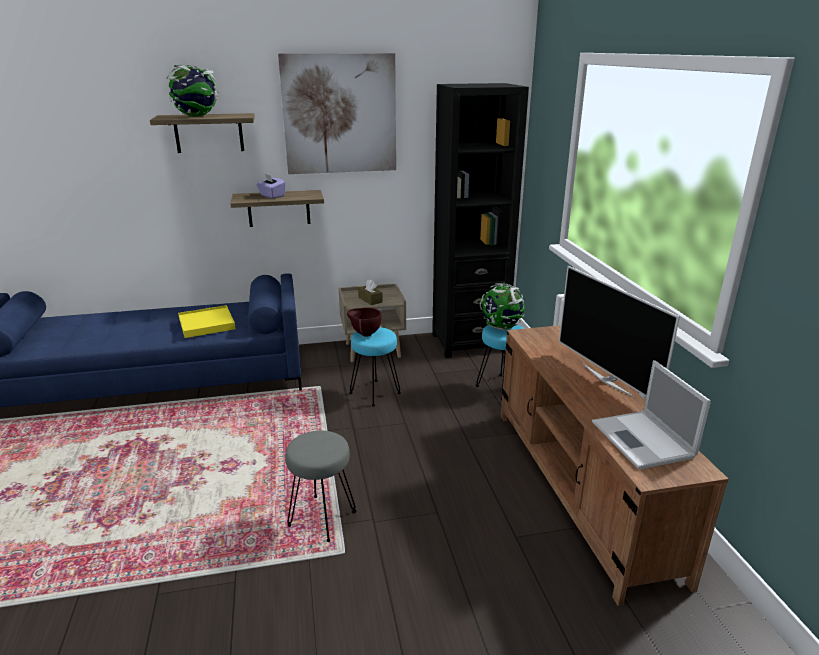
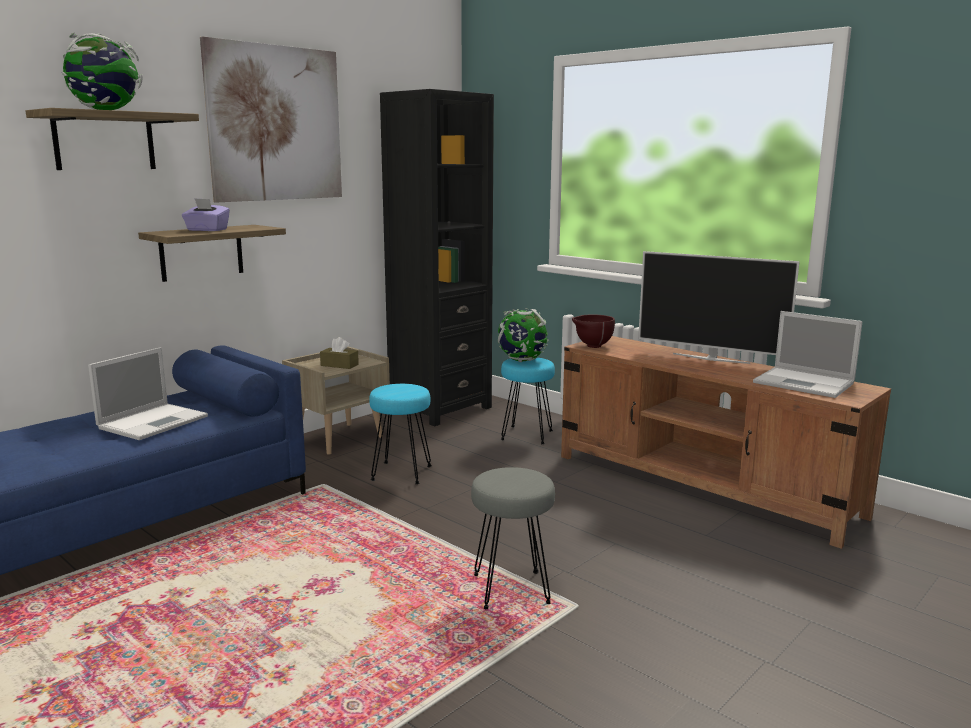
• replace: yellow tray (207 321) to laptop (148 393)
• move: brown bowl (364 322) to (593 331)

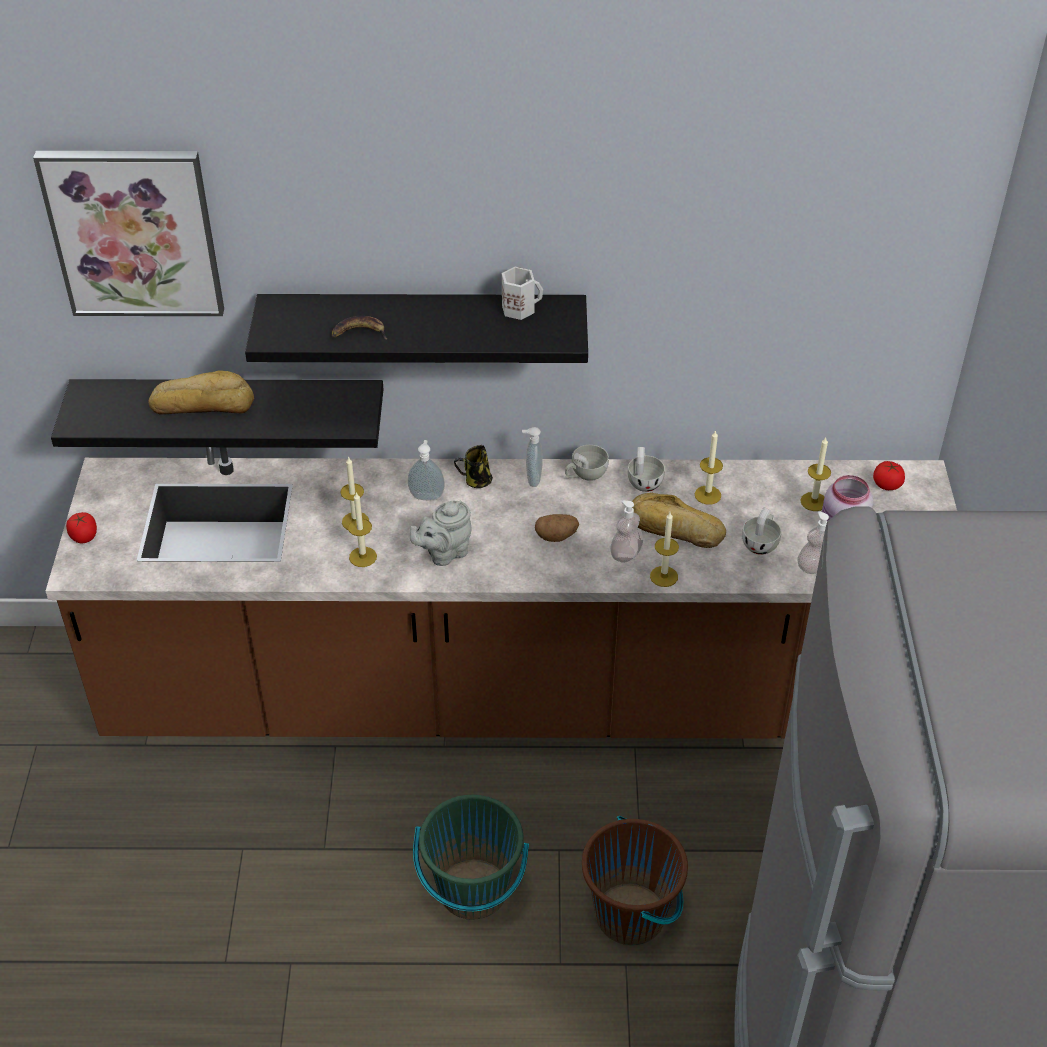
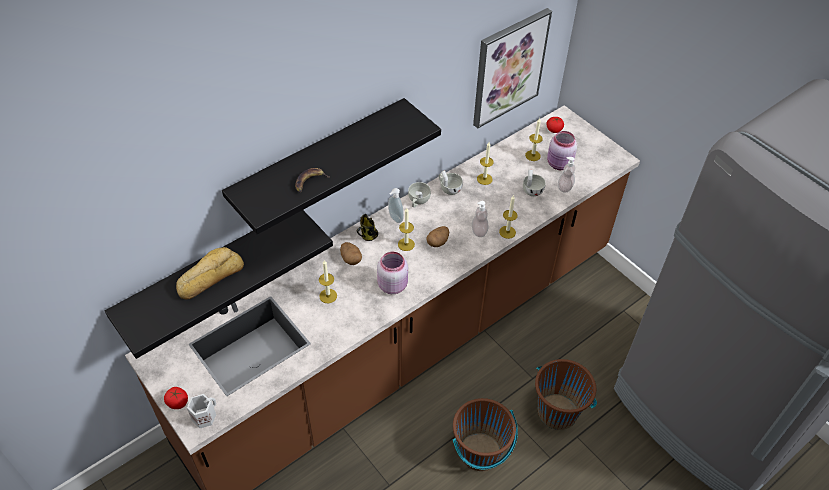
• move: picture (128 233) to (512 68)
• move: white mug (522 293) to (201 411)
• replace: soap dispenser (426 470) to potato (351 253)
• move: candle (362 529) to (406 229)
• delete: bread (679 520)
• replace: grey teapot (440 533) to pink jar (392 273)
• recolor: green bucket (471 857) to brown bucket (485 434)

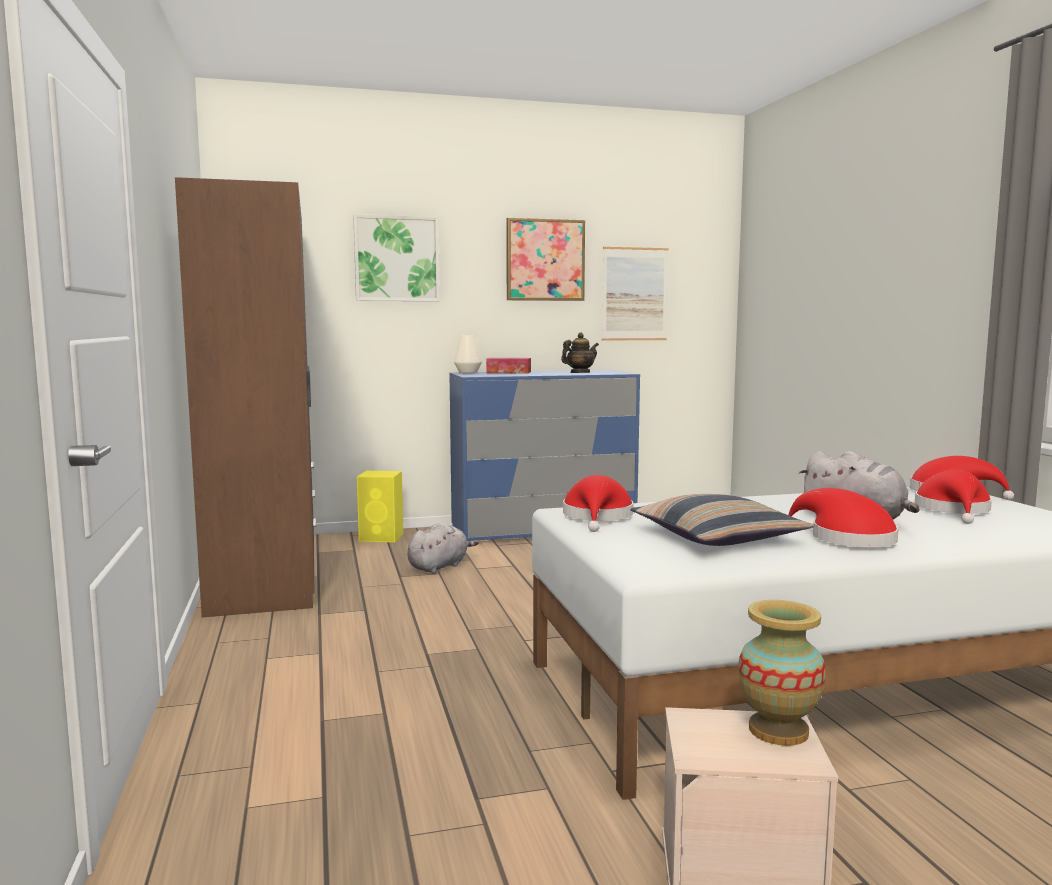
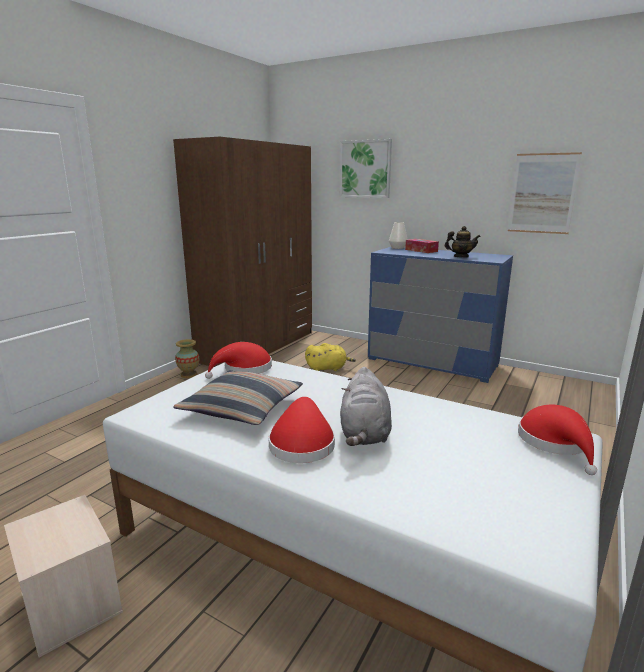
• delete: picture (545 259)
• delete: red hat (953 497)
• delete: yellow speaker (380 506)
• recolor: grey plush toy (443 549) to yellow plush toy (330 357)
• move: vase (782 673) to (187 358)

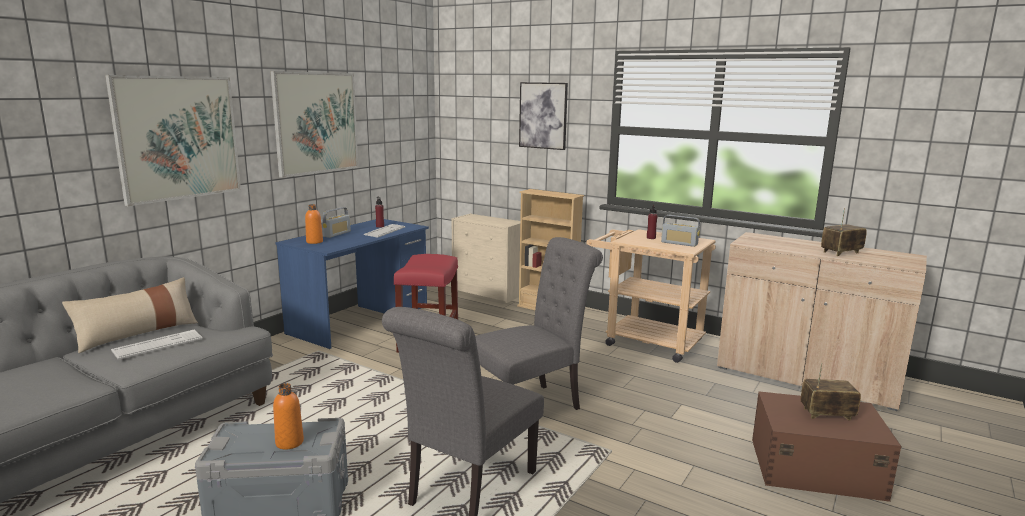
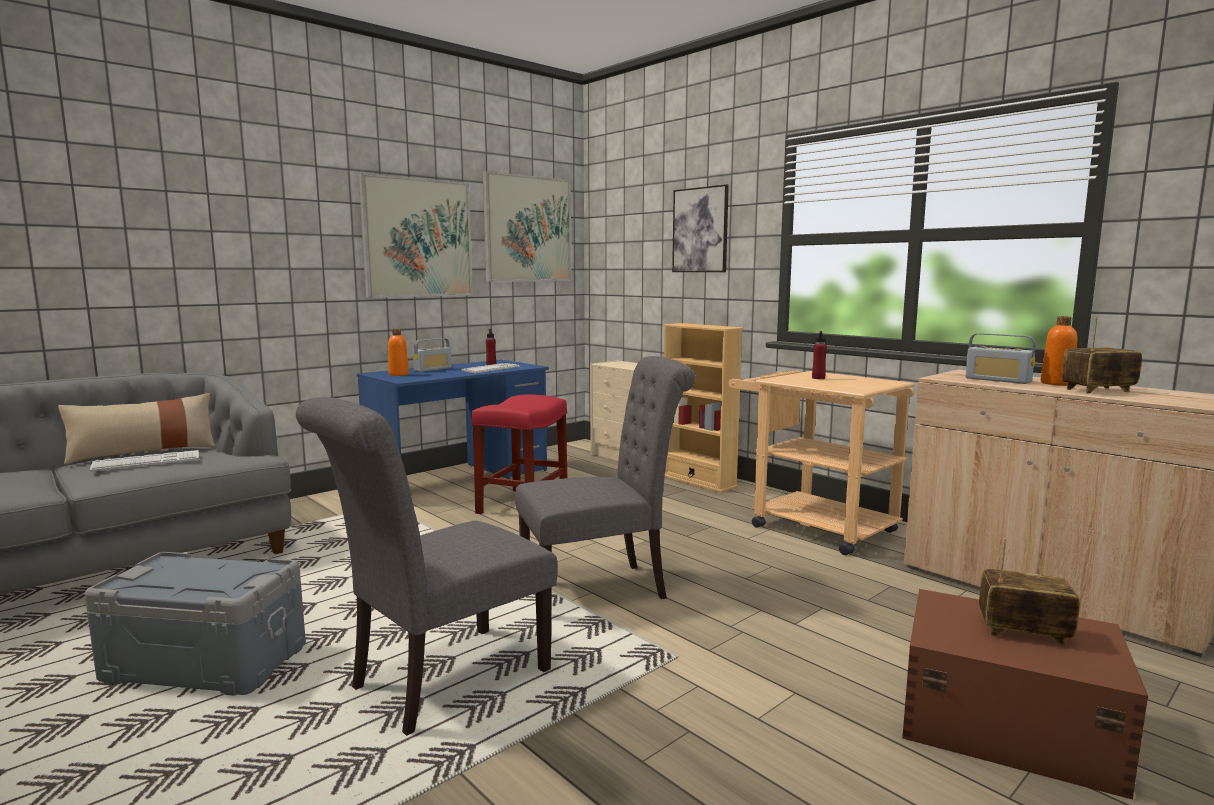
• move: picture (173 140) to (527 226)
• move: radio (680 231) to (1001 358)
• move: orange bottle (288 416) to (1059 351)

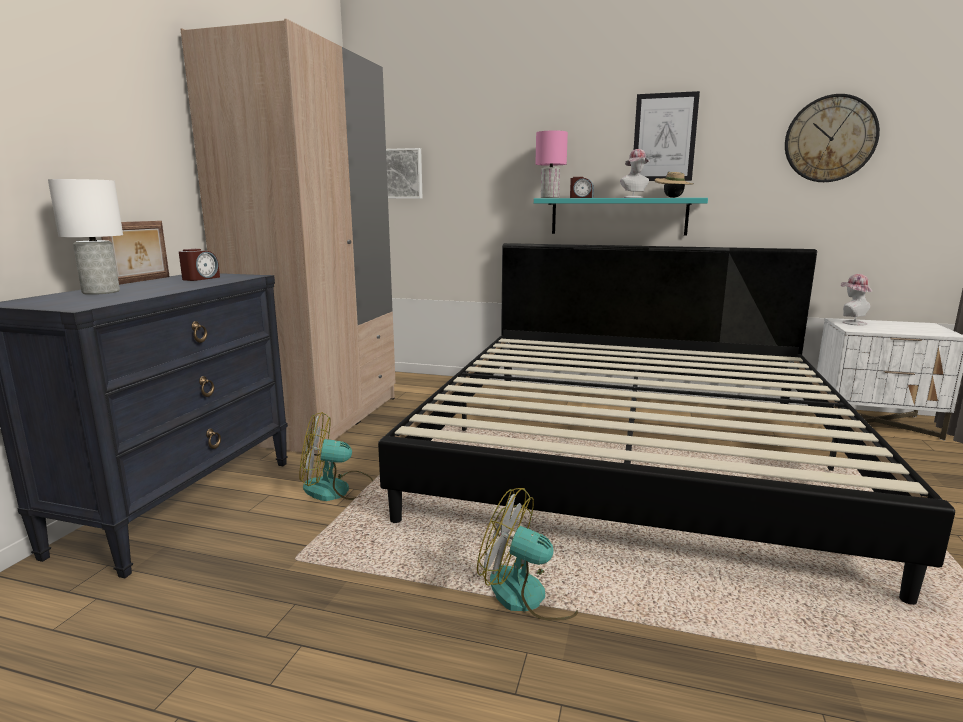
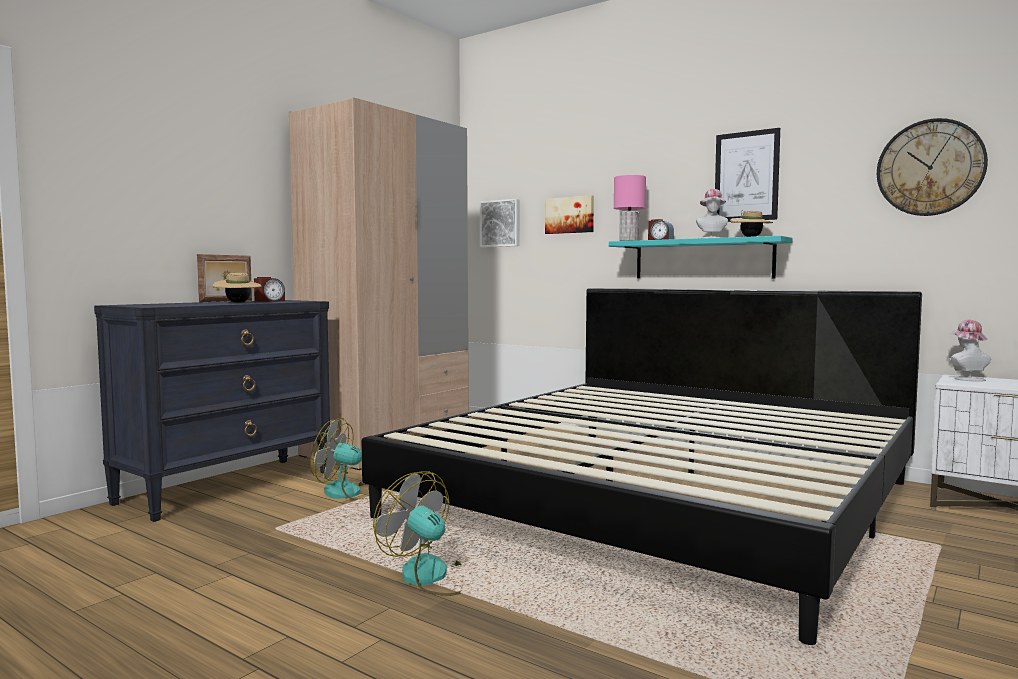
• delete: white table lamp (85 237)
• insert: picture (569 214)
• insert: beige hat (237 287)

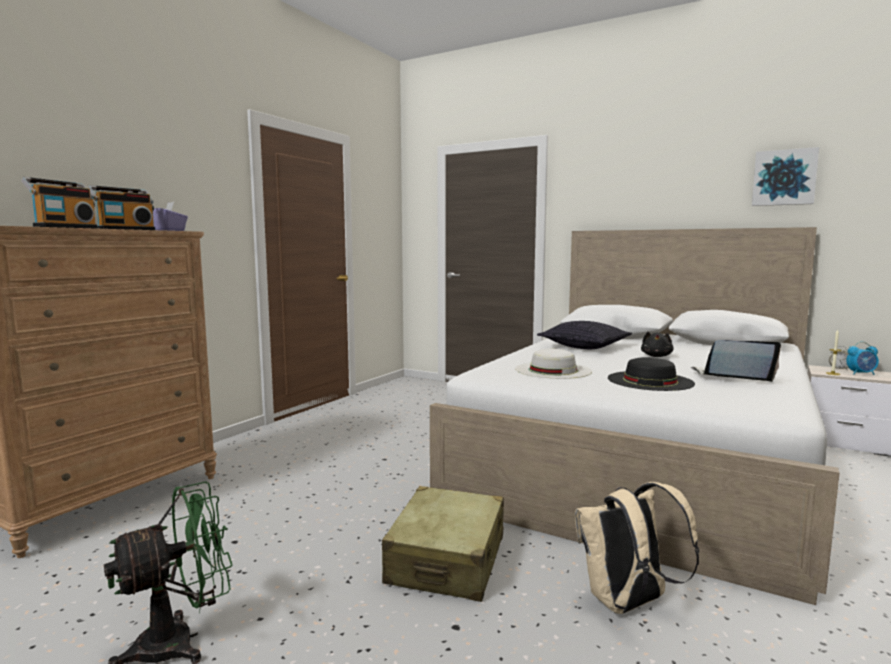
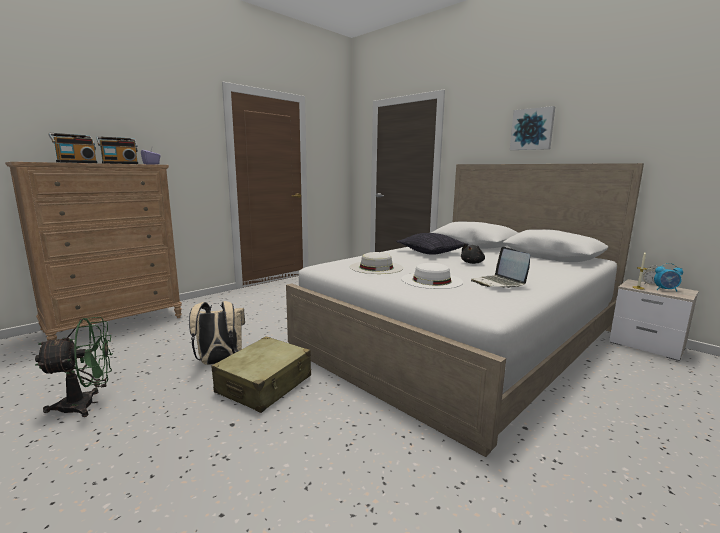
• move: picture (785 176) to (532 128)
• rotate: laptop (736 361) = (500 267) 135 degrees counterclockwise
• recolor: black hat (651 374) to white hat (432 276)
• move: beige backpack (637 548) to (217 333)

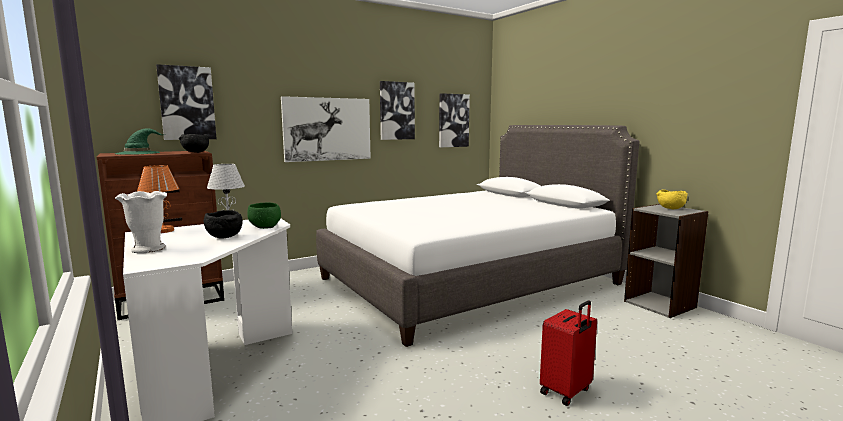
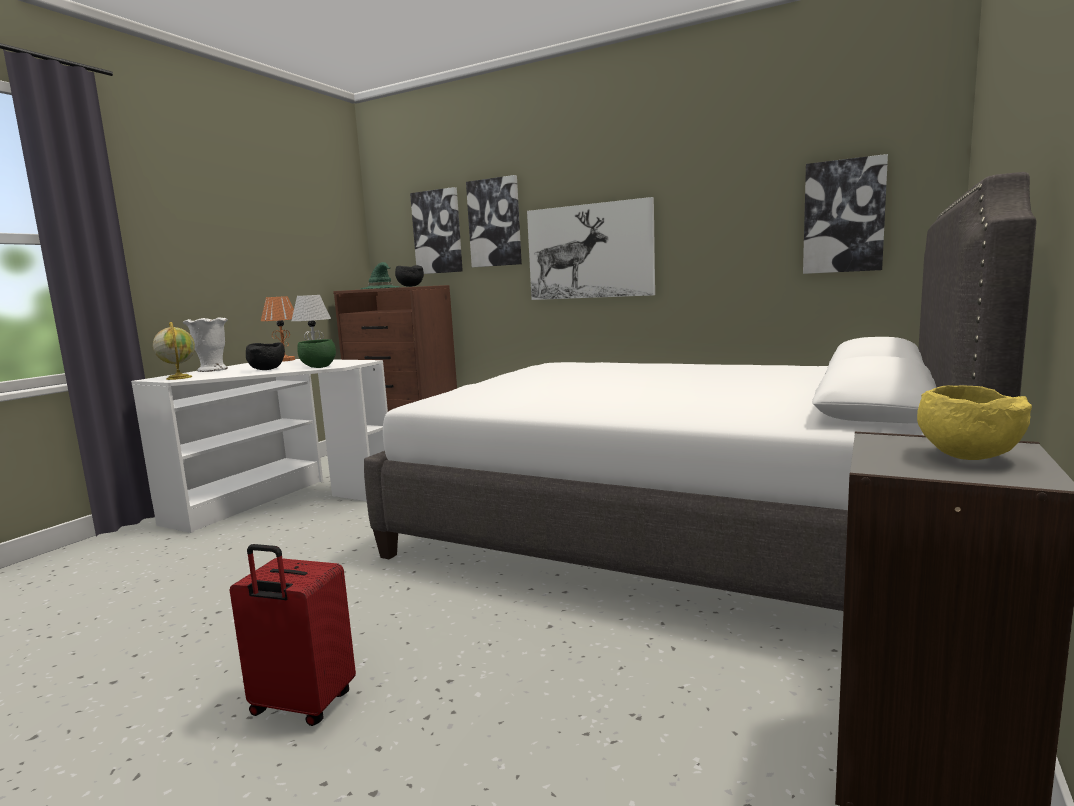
• move: picture (397 110) to (494 221)
• insert: globe (174 351)

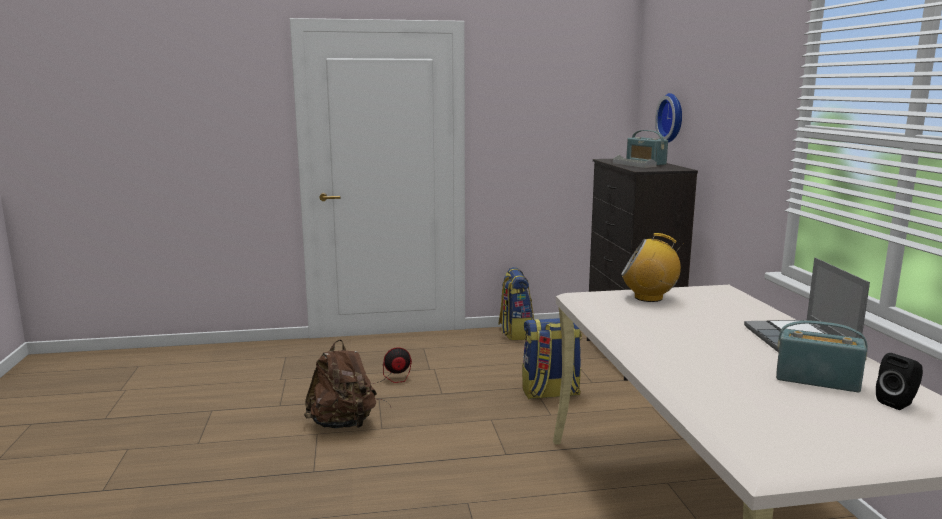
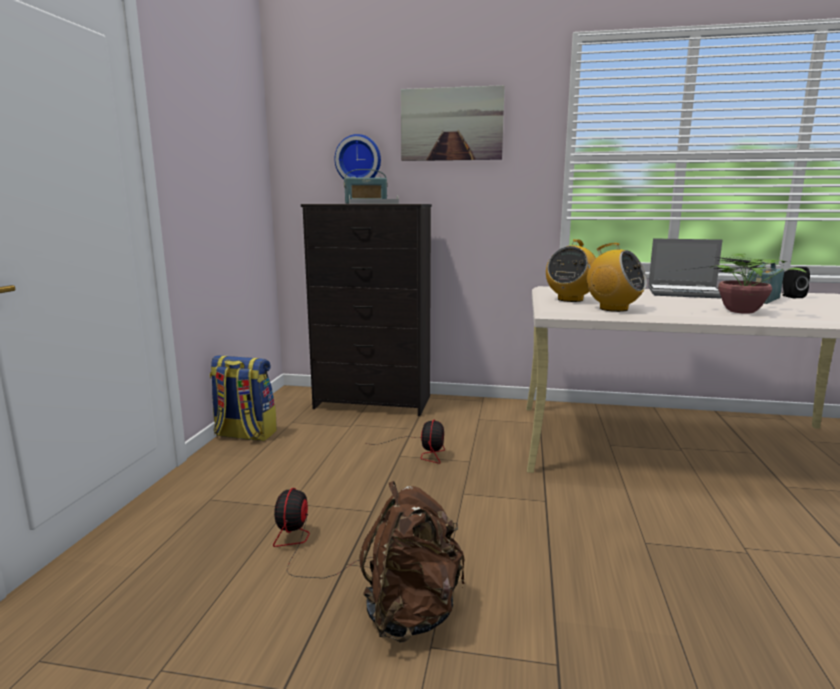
• replace: backpack (552 358) to fan (412 442)
• insert: picture (453 123)
• insert: radio (615 277)
• insert: potted plant (742 284)

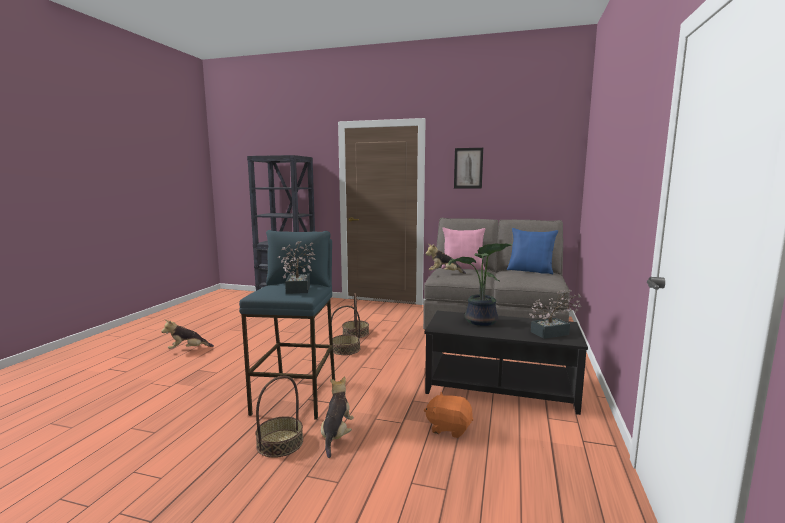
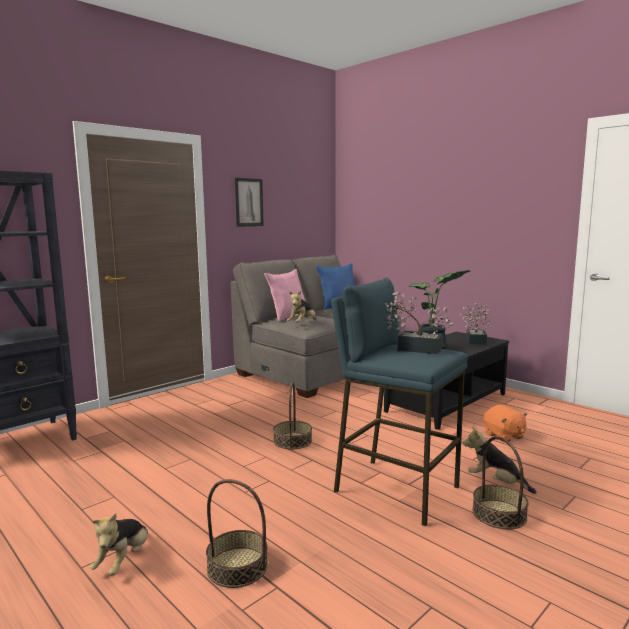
• move: basket (355 315) to (237 533)
• rotate: orange plush toy (448 415) = (505 423) 75 degrees counterclockwise

